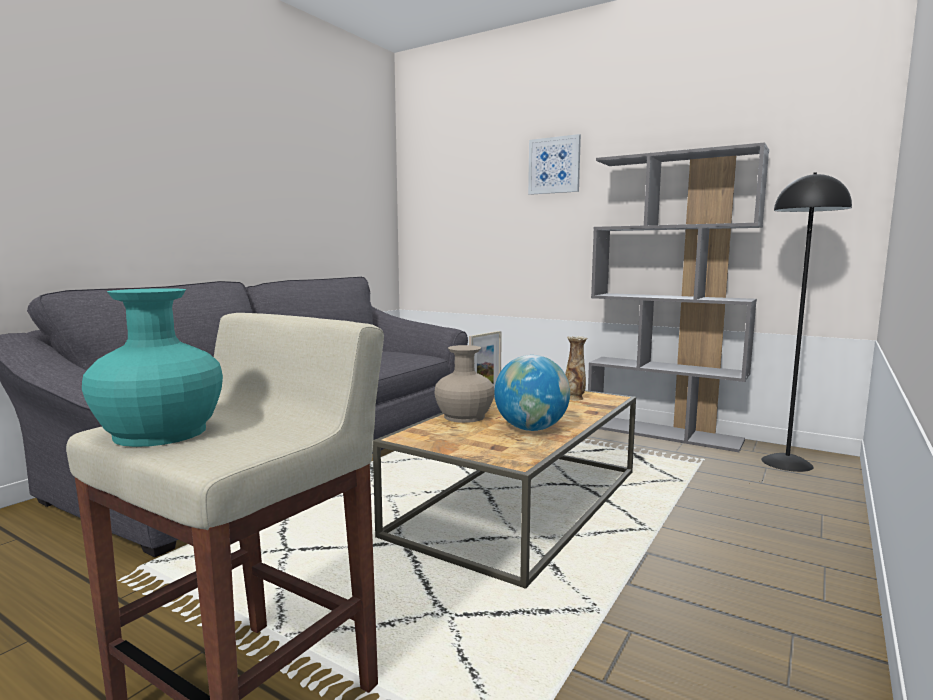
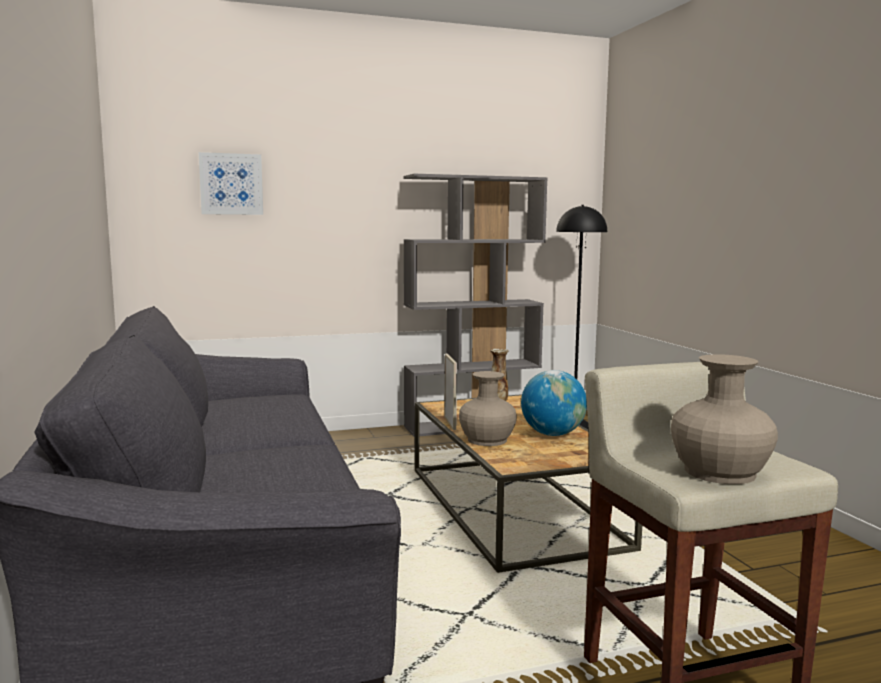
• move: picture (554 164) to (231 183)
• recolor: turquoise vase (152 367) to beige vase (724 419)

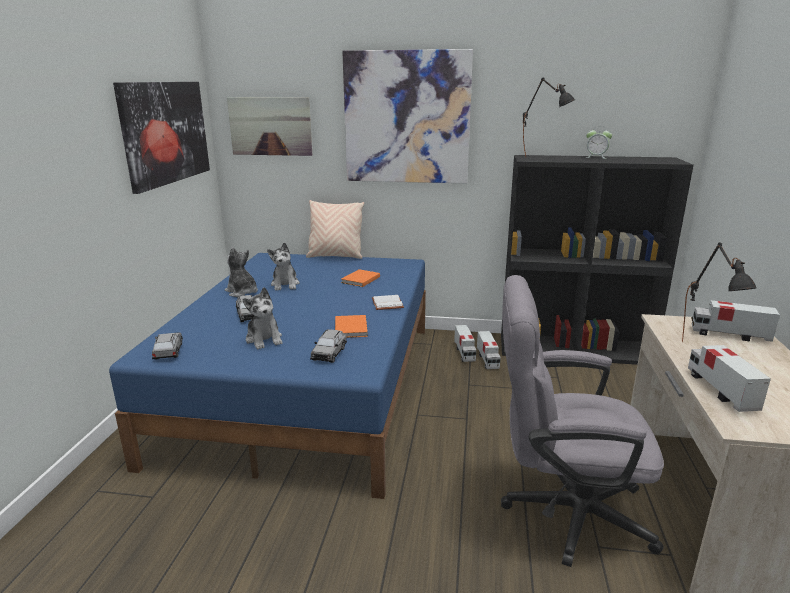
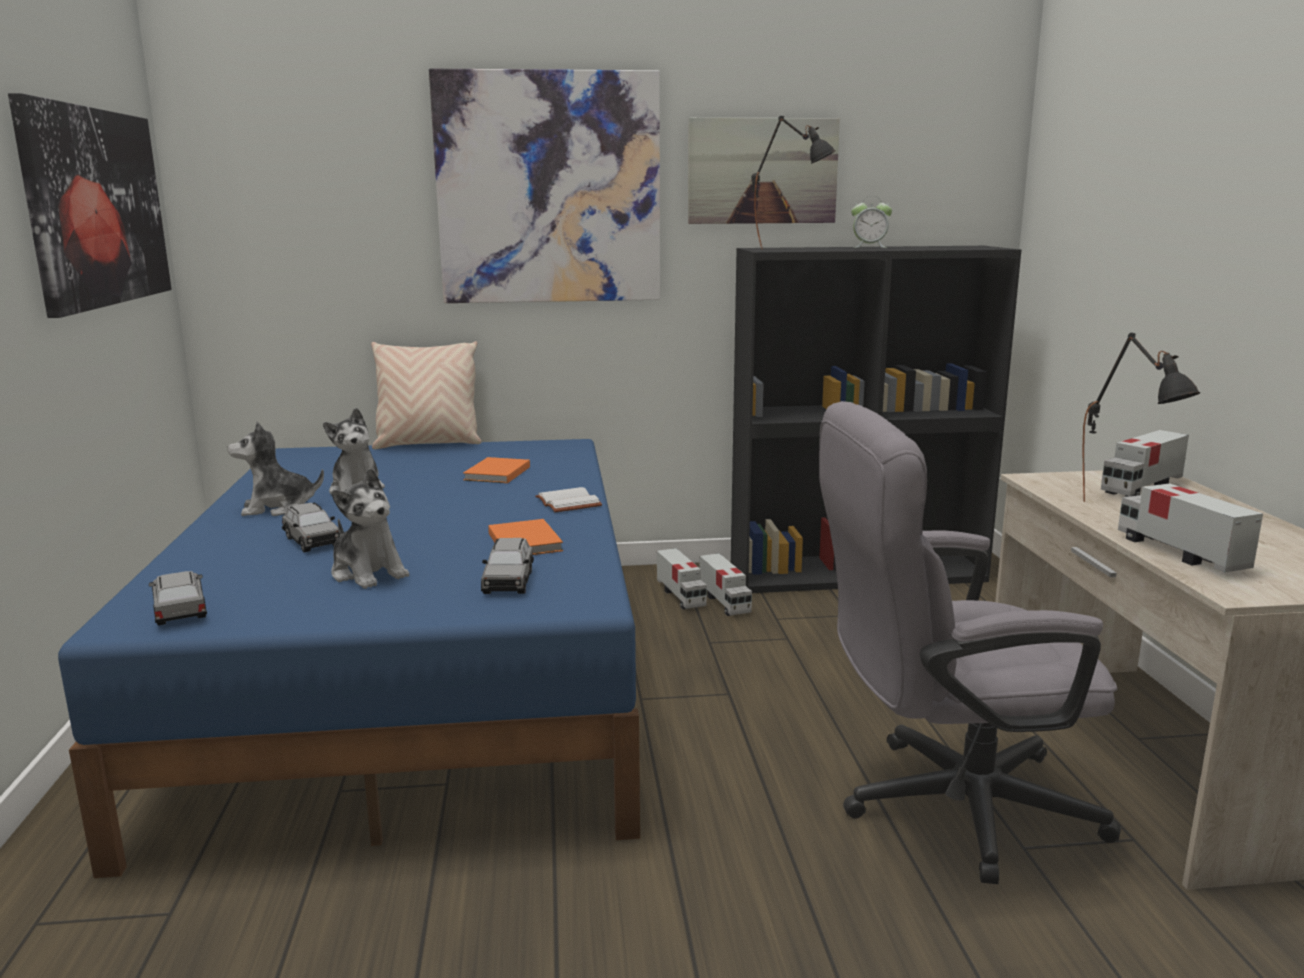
• move: picture (269 126) to (764 171)
• rotate: plush toy (241 272) = (275 468) 45 degrees counterclockwise
• rotate: toy truck (735 321) = (1145 463) 45 degrees counterclockwise

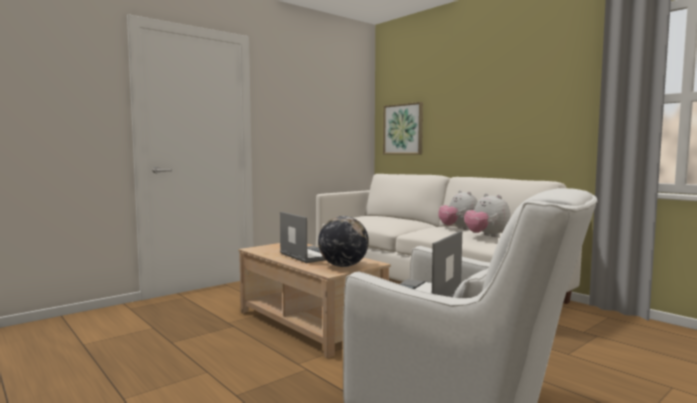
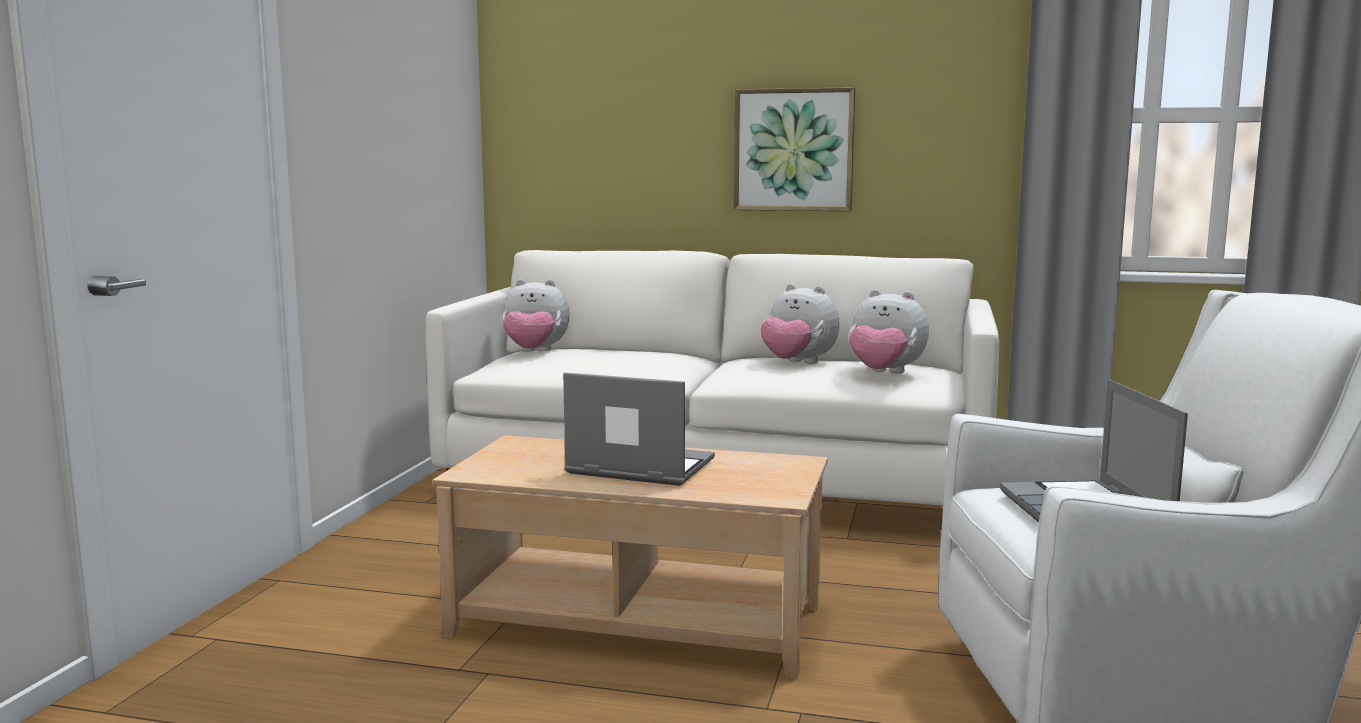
• move: picture (403 128) to (794 149)
• delete: globe (343 241)
• insert: plush toy (536 315)

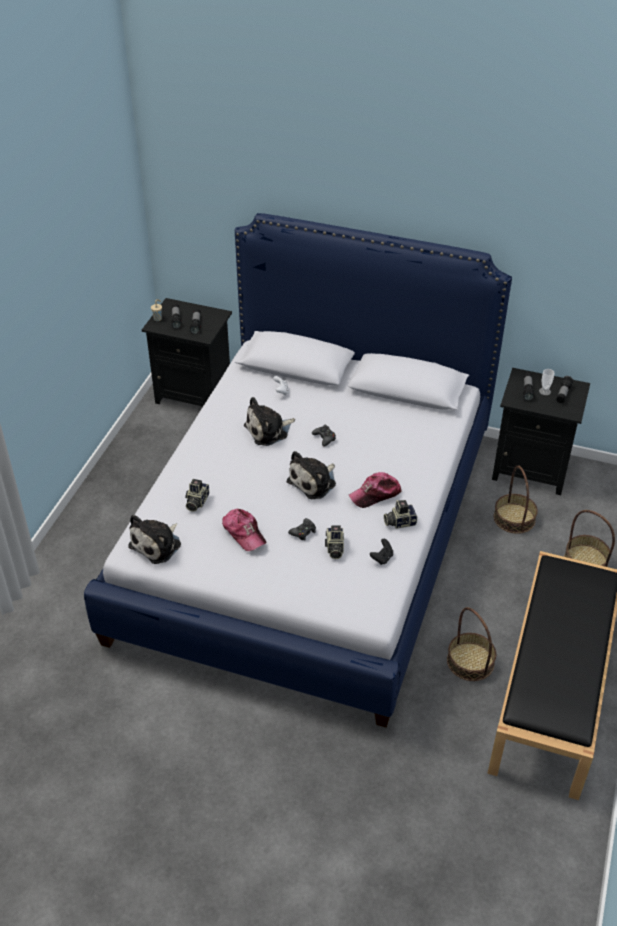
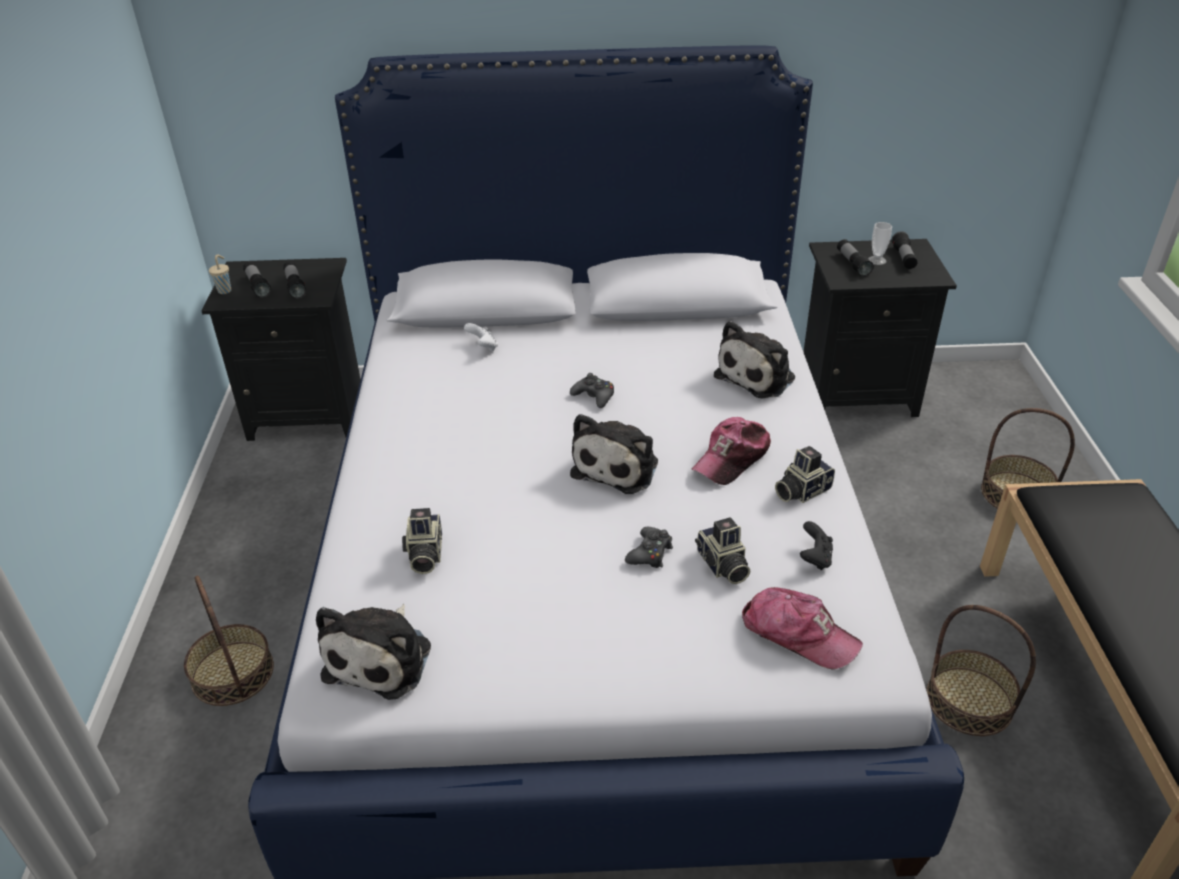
• move: plush toy (269 421) to (754 360)
• move: basket (516 499) to (229 641)
• move: cap (244 530) to (802 628)

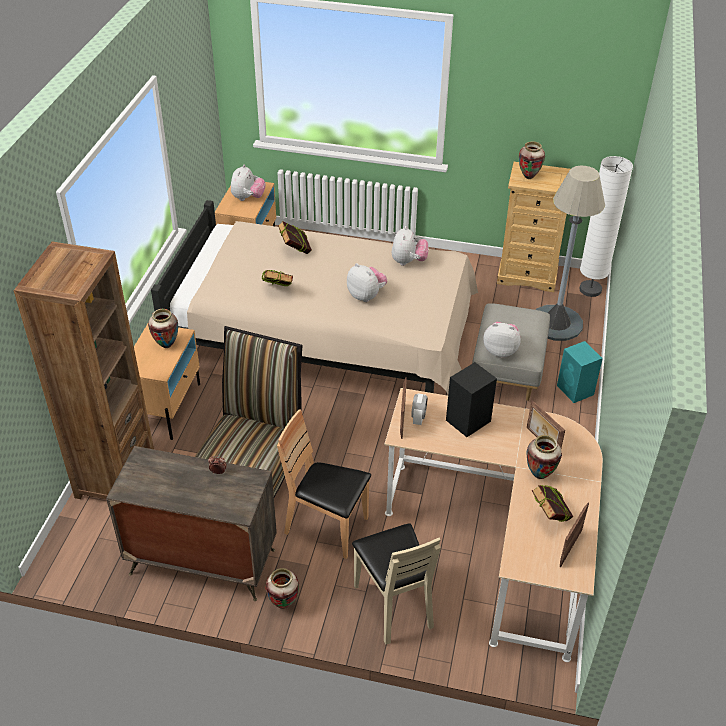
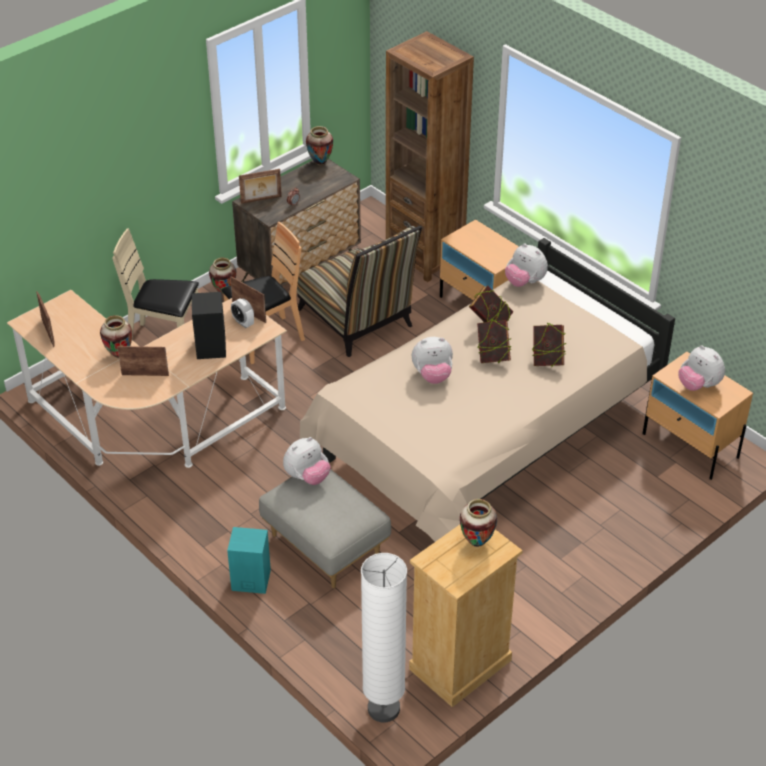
• delete: grey floor lamp (570 253)
• move: plush toy (410 246) to (526 265)
• move: vase (163 328) to (319 145)
• move: book (552 503) to (494 341)
• insert: picture frame (260 186)

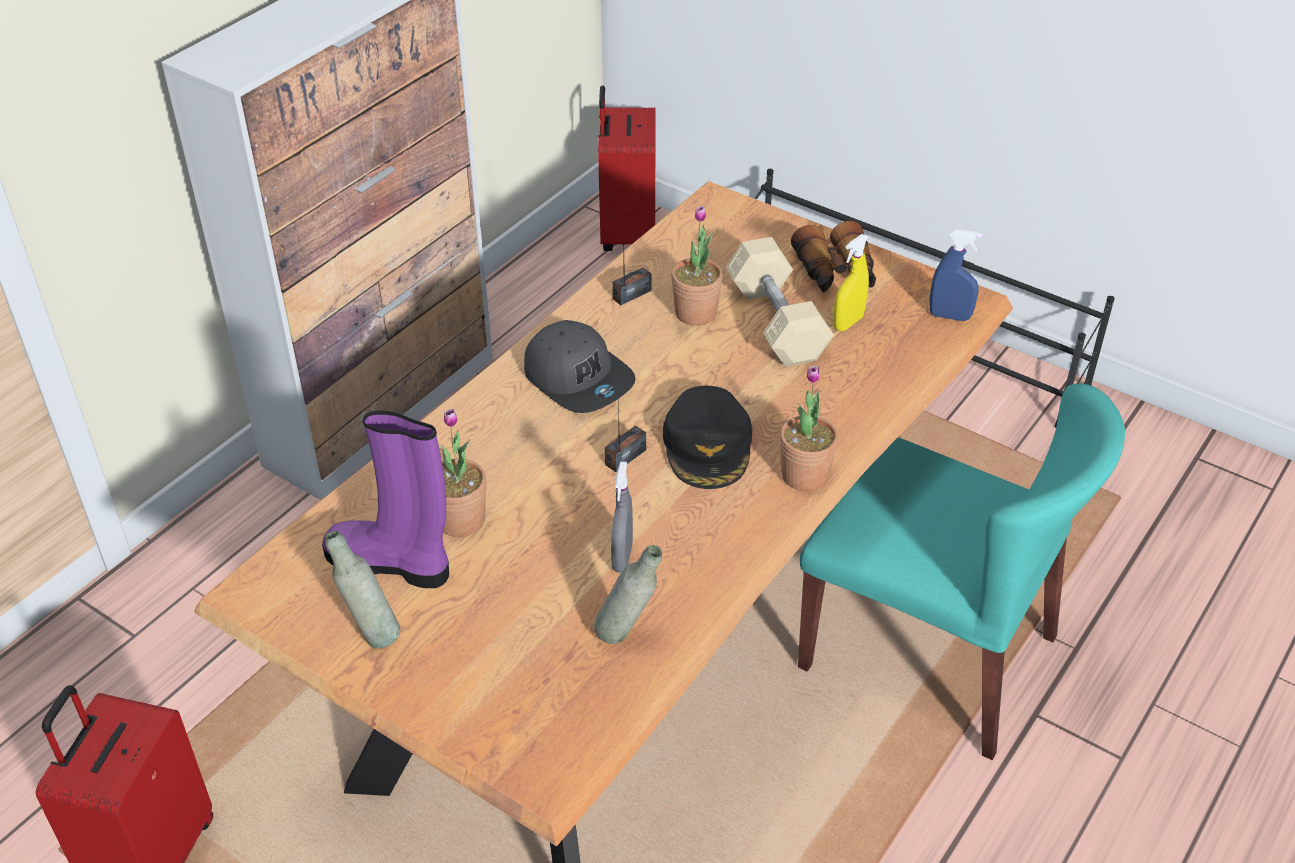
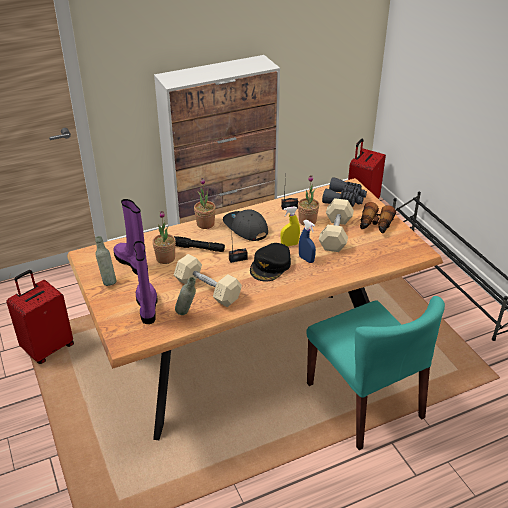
• move: blue spray bottle (956 275) to (307 241)
• move: yellow spray bottle (851 282) to (290 226)
• rotate: grey cap (579 366) = (245 225) 150 degrees clockwise
• move: potted plant (809 429) to (205 203)
• replace: grey spray bottle (622 517) to beige dumbbell (208 280)
• insert: grey binoculars (344 192)
• insert: black flashlight (199 244)
• insert: purple boot (145 282)

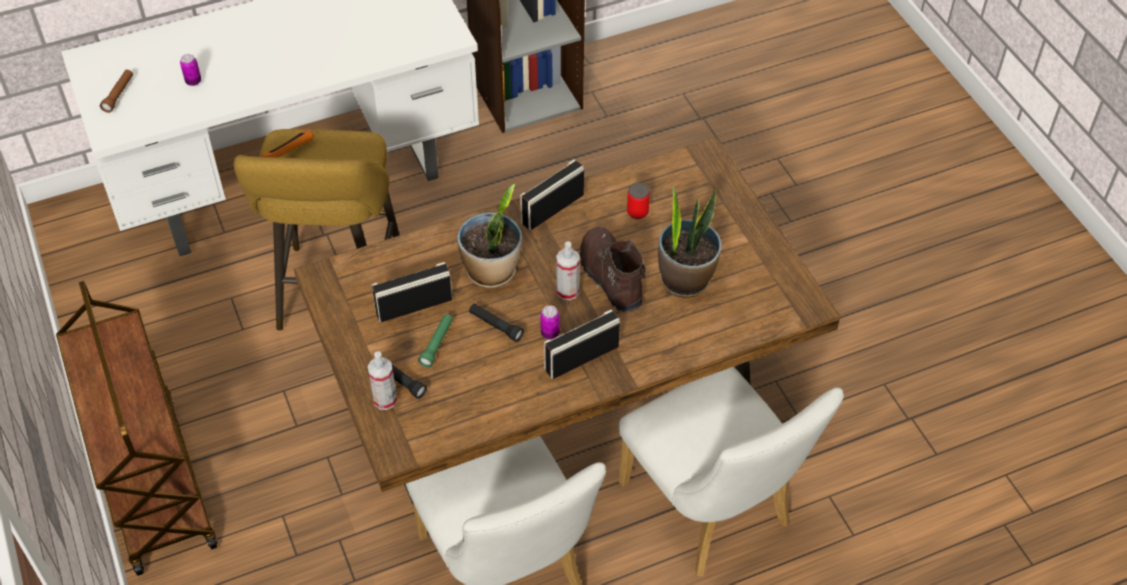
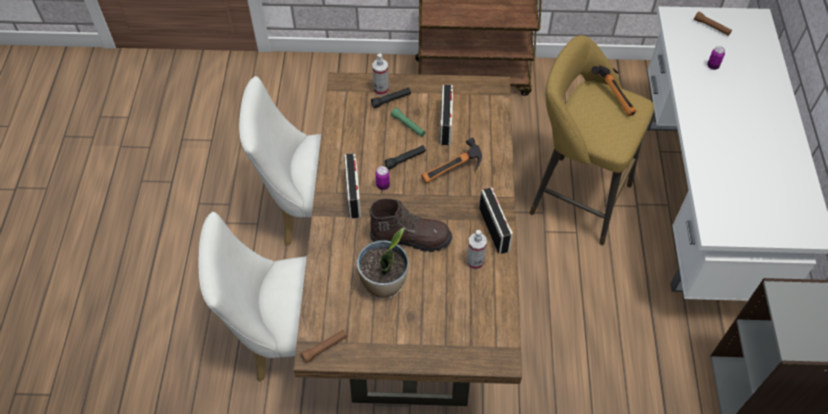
• delete: can (638 200)
• replace: potted plant (489 236) to hammer (451 160)
• move: spray bottle (568 271) to (477 250)
• insert: brown flashlight (324 346)

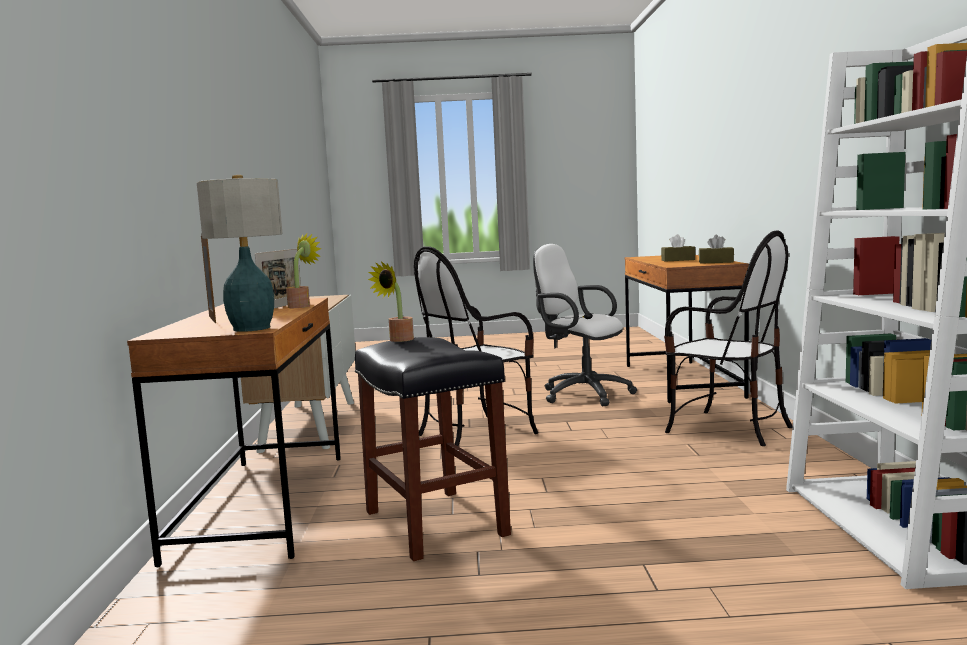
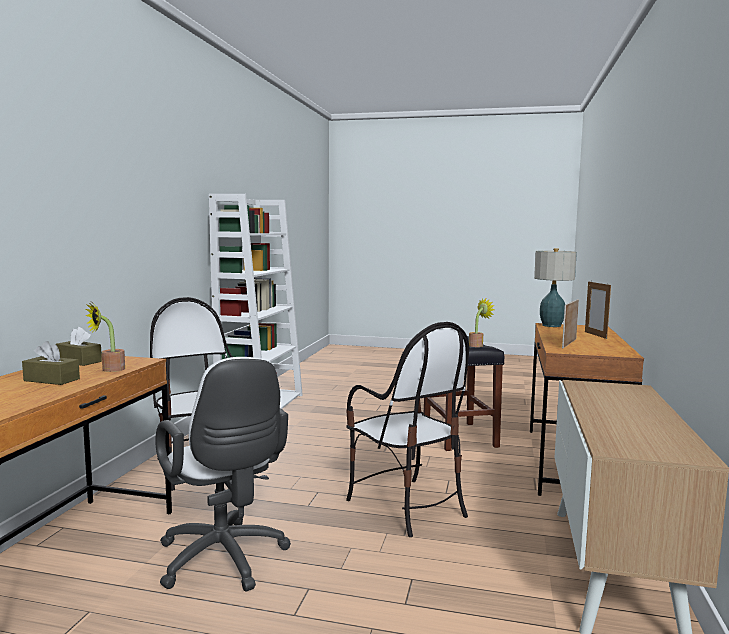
• move: potted plant (303 270) to (105 337)
• rotate: chair (476 346) = (407 429) 75 degrees clockwise

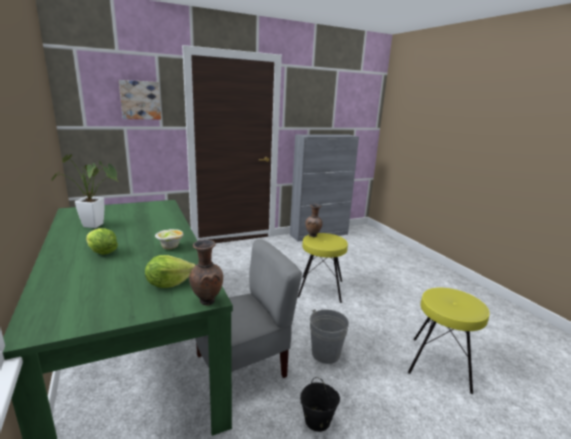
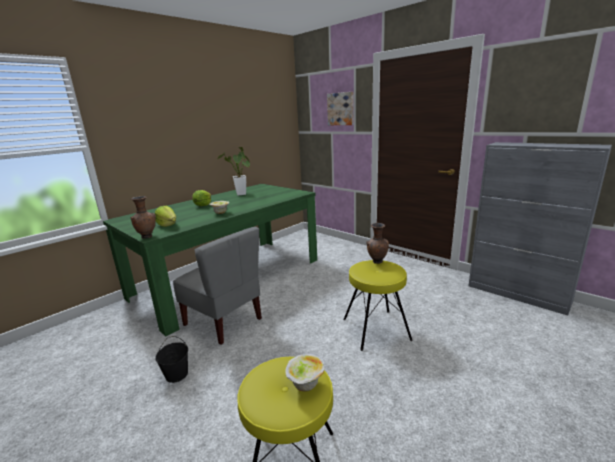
• delete: grey bucket (329 336)
• insert: bowl (304 373)

